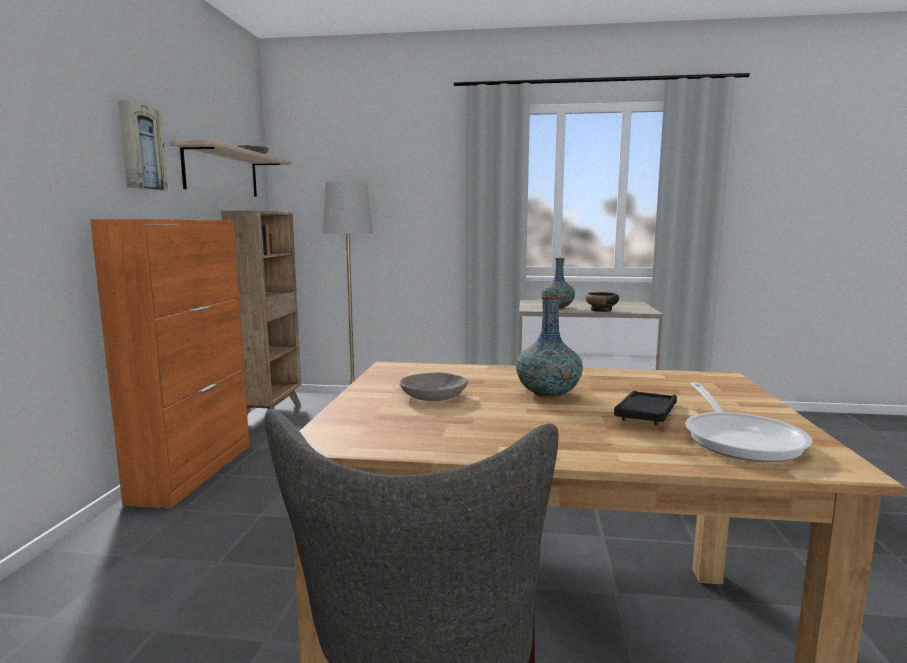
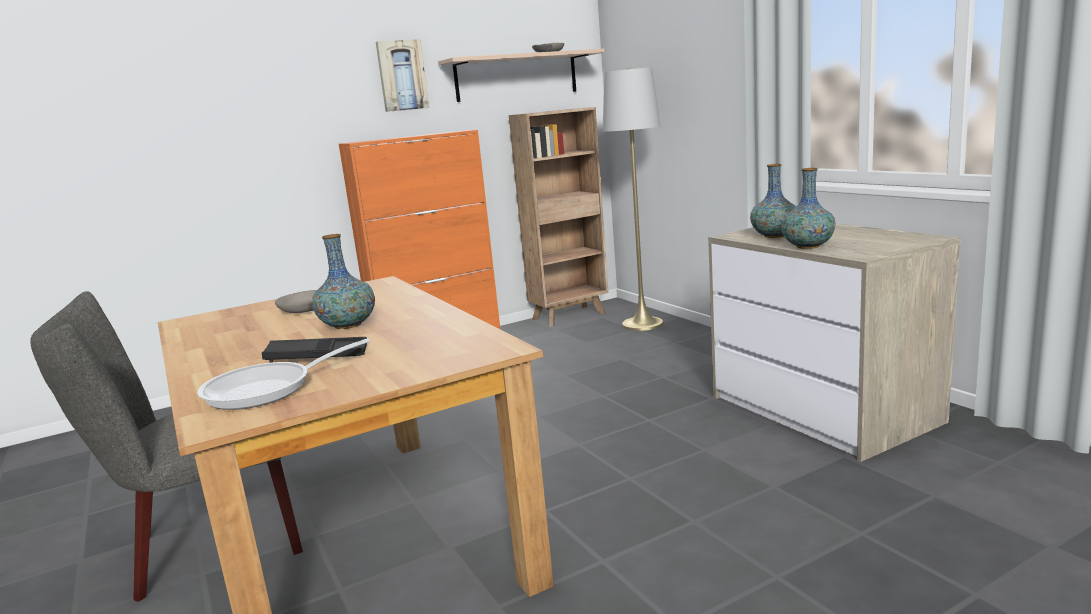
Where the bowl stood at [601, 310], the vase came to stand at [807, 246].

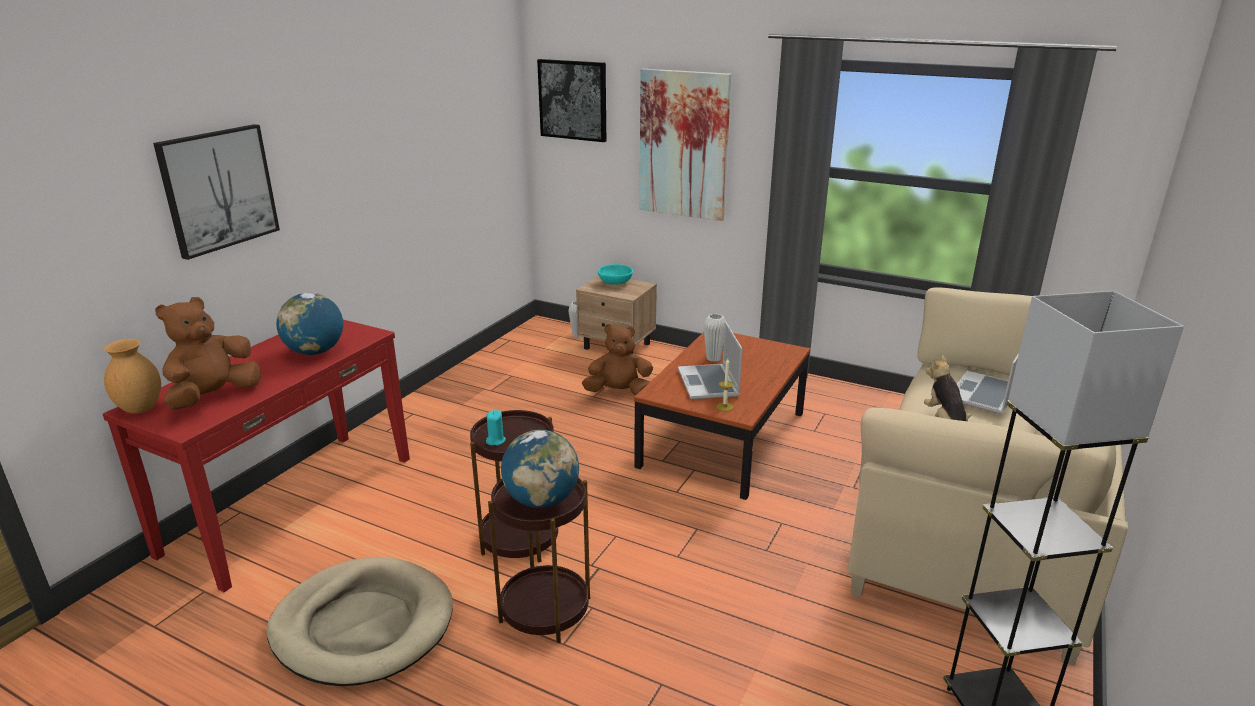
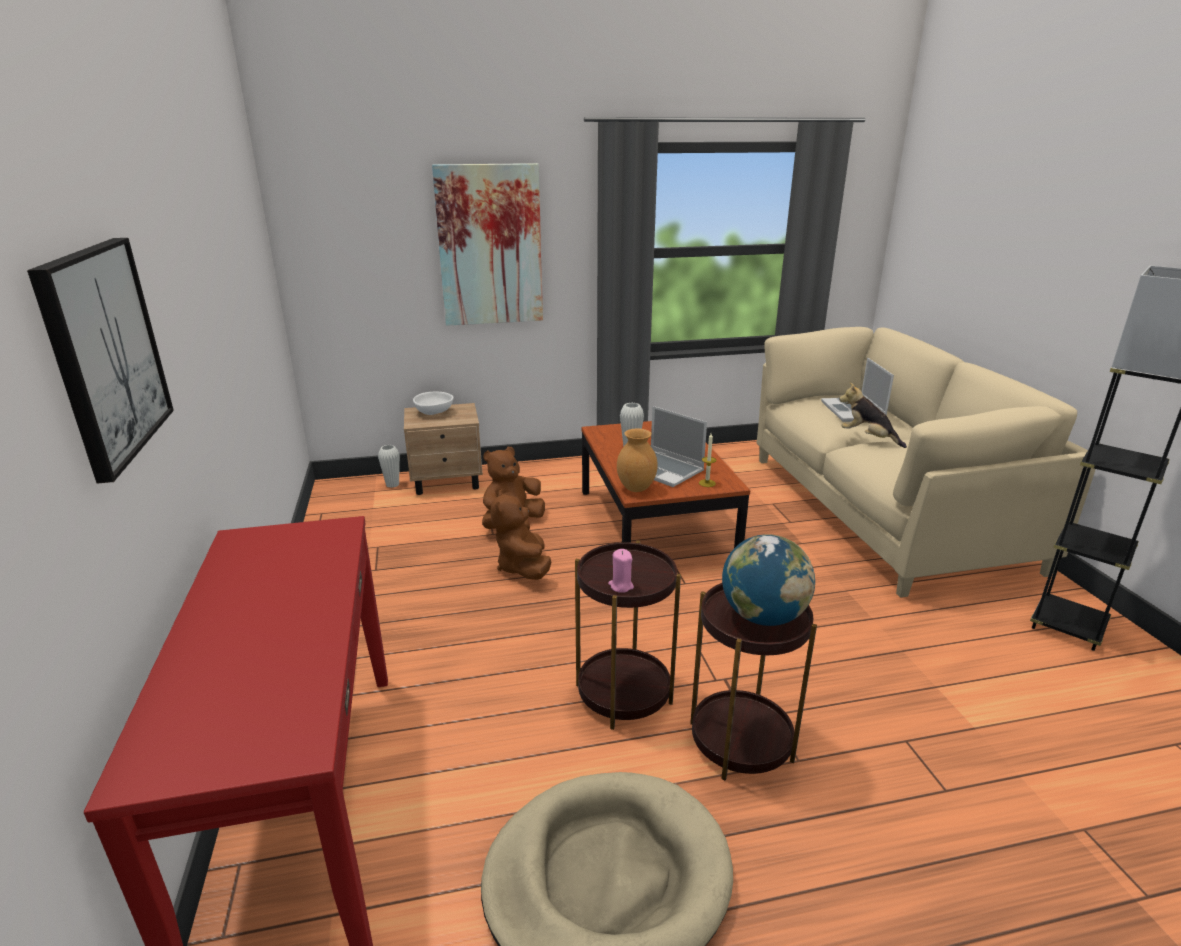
What was the bowl in turquoise at [615, 283] turned into the bowl in white at [434, 412].
The plush toy in brown ended up elsewhere, having gone from [214, 397] to [523, 567].
What was the candle in turquoise at [495, 440] turned into the candle in pink at [621, 586].
The vase in brown ended up elsewhere, having gone from [141, 408] to [635, 488].
The second view lost the globe at [315, 352].
The second view lost the picture at [573, 100].

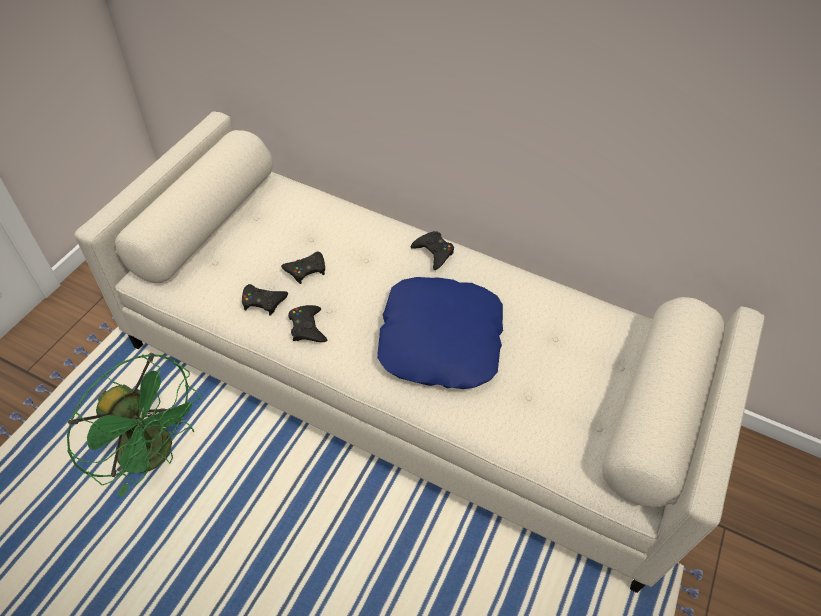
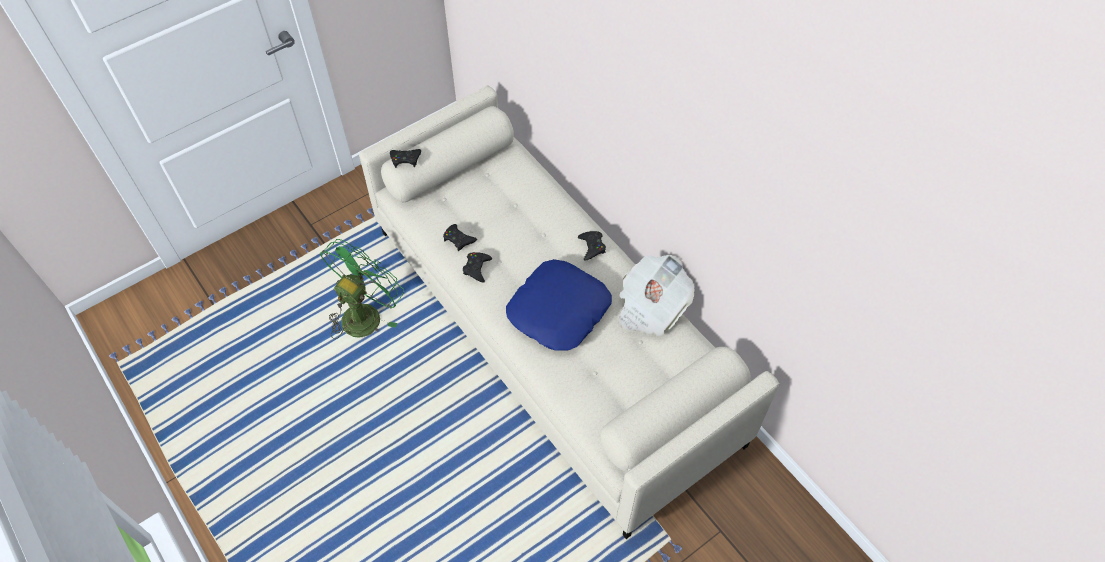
The fan in green at [155, 454] ended up facing another way, 120 degrees counterclockwise from before.
The game controller in black ended up elsewhere, having gone from [306, 270] to [405, 159].
The second view gained the newspaper at [650, 307].

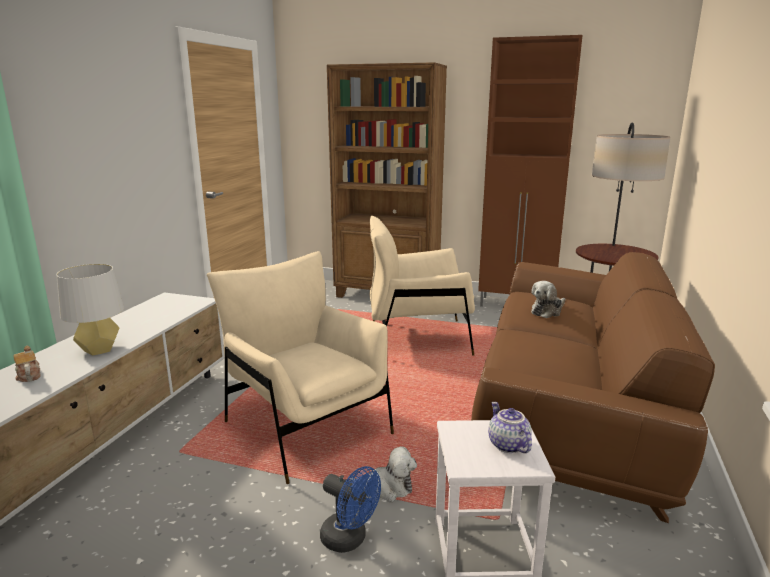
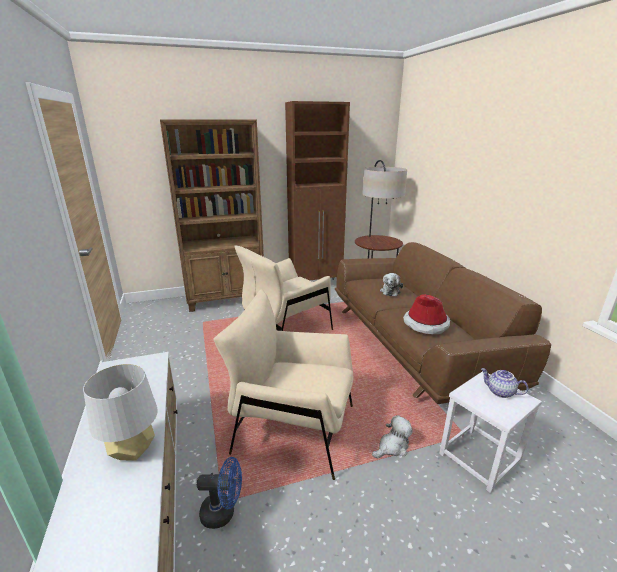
The fan in blue ended up elsewhere, having gone from [349, 539] to [223, 512].
The second view gained the hat at [426, 324].
The second view lost the teapot at [29, 376].

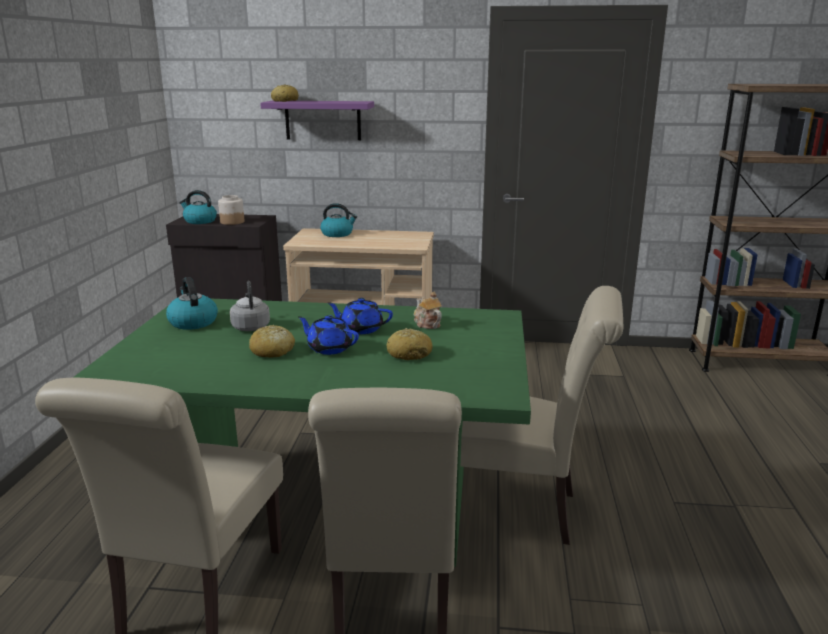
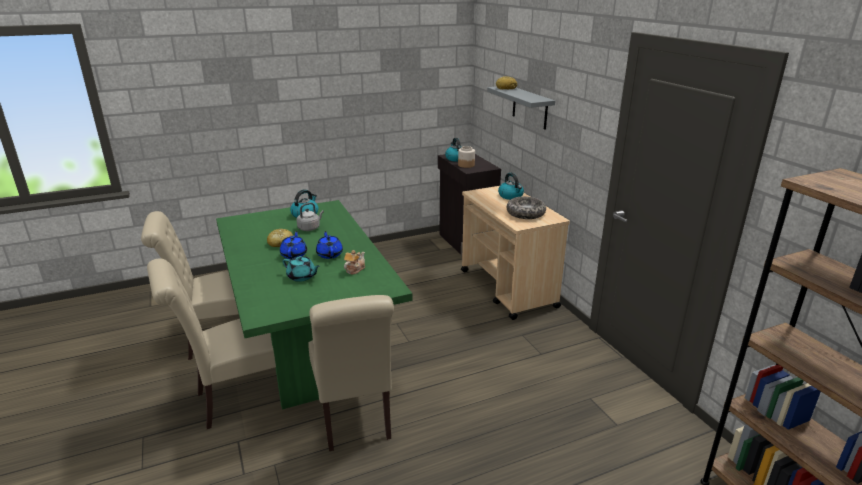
Where the bread stood at [409, 354], the teapot in turquoise came to stand at [302, 277].
What was the shelf in purple at [323, 120] turned into the shelf in grey at [530, 107].
The second view gained the bowl at [525, 213].

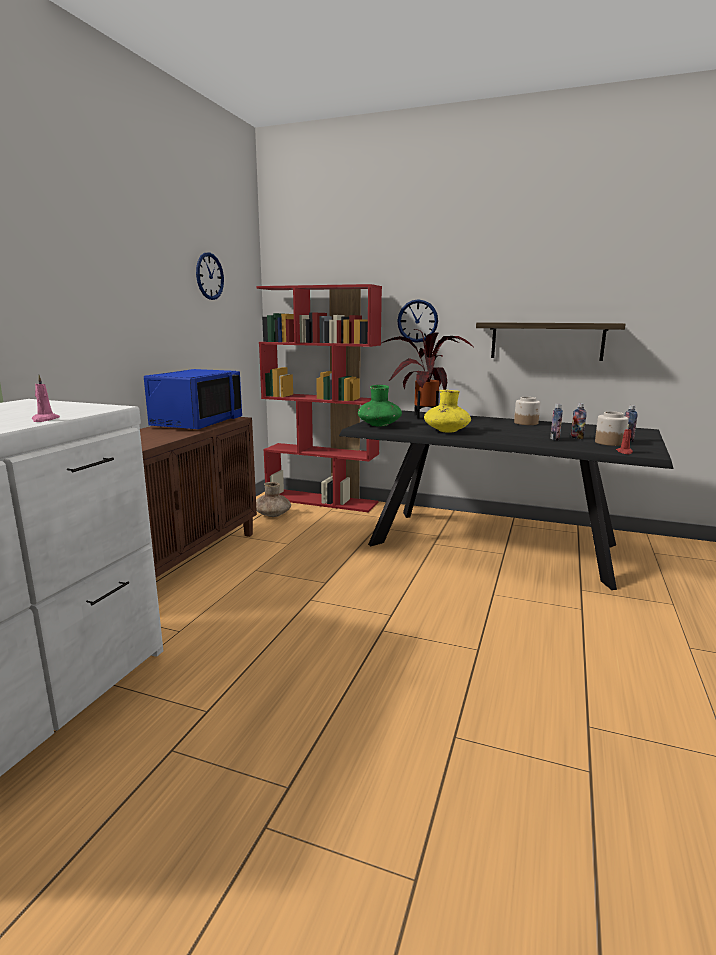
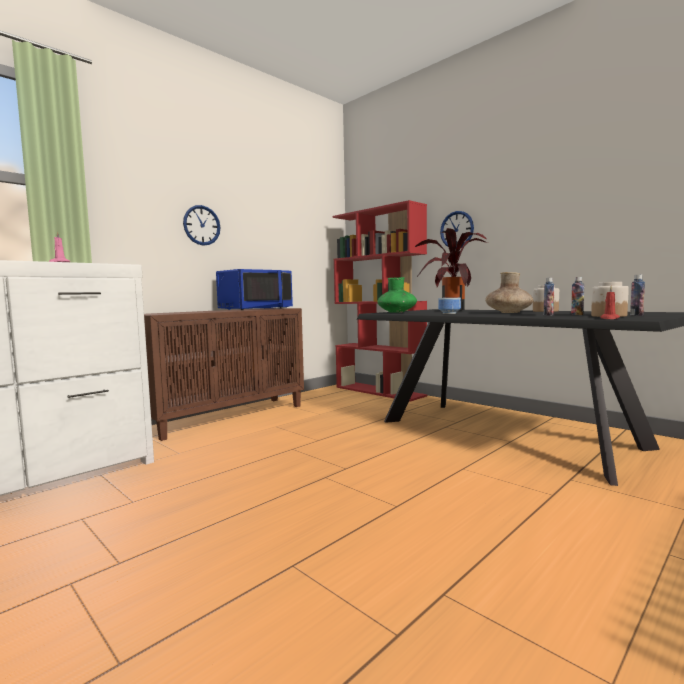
The wall clock ended up elsewhere, having gone from [209, 276] to [202, 225].
Where the vase in yellow stood at [446, 431], the bowl came to stand at [448, 313].
The vase in brown ended up elsewhere, having gone from [272, 514] to [508, 312].
The second view lost the shelf at [546, 341].

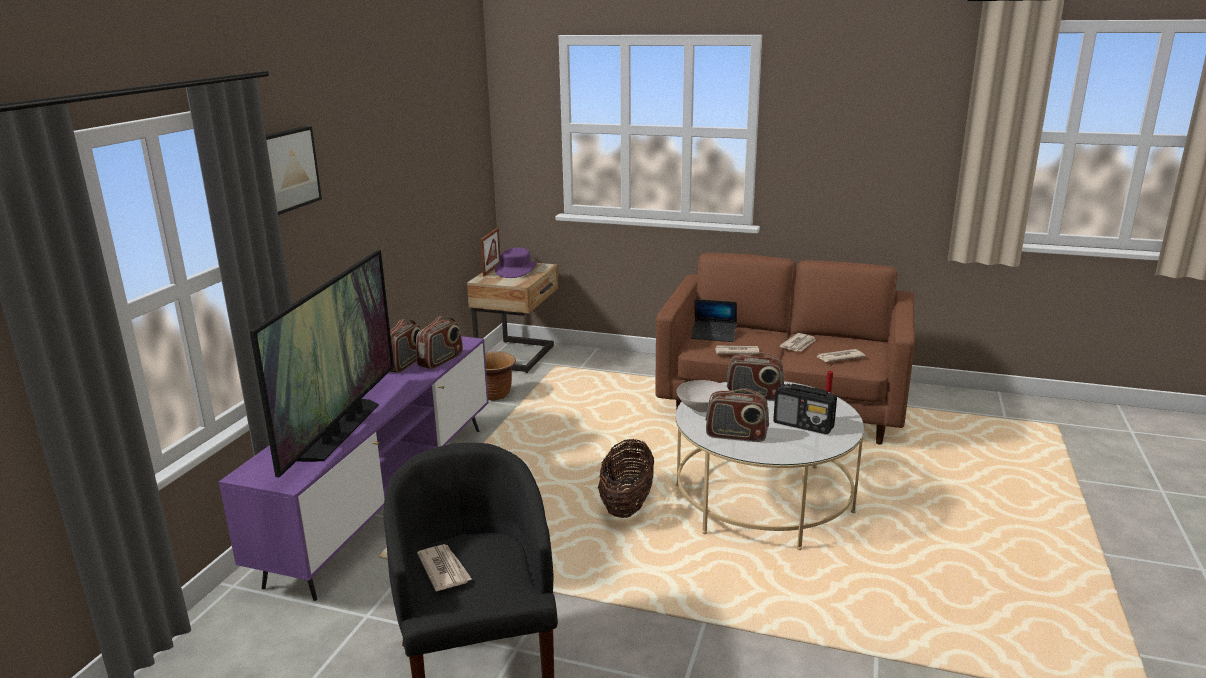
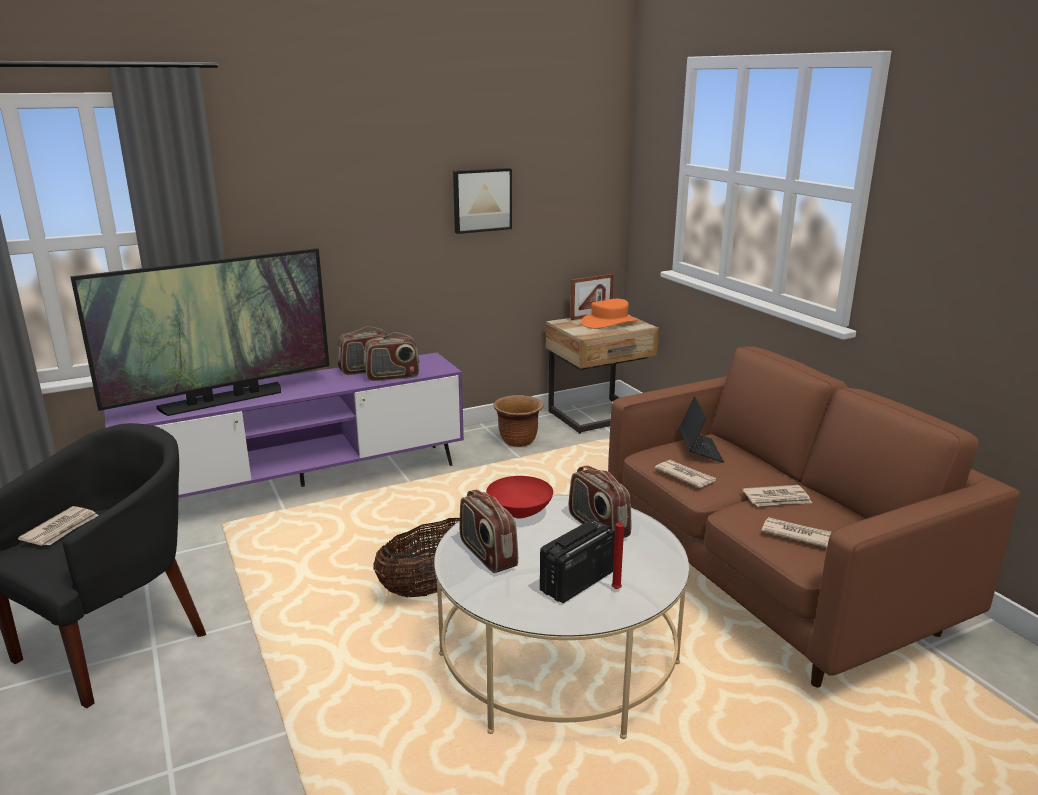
The picture ended up elsewhere, having gone from [286, 169] to [481, 200].
What was the bowl in white at [702, 408] turned into the bowl in red at [520, 513].
The radio at [804, 425] ended up facing another way, 60 degrees clockwise from before.
What was the hat in purple at [516, 270] turned into the hat in orange at [609, 322].
The laptop at [714, 335] ended up facing another way, 150 degrees counterclockwise from before.

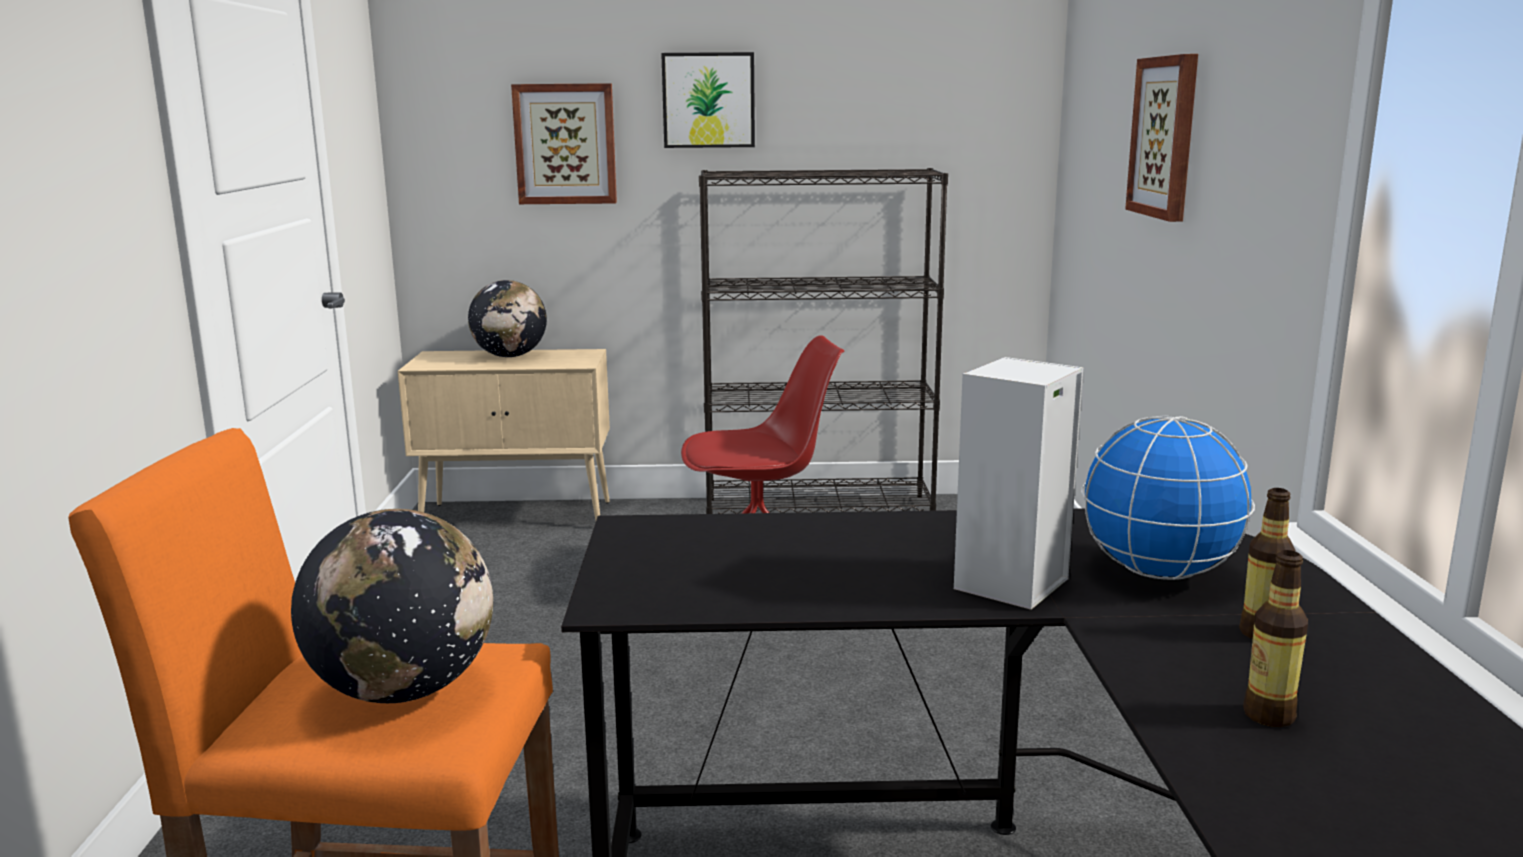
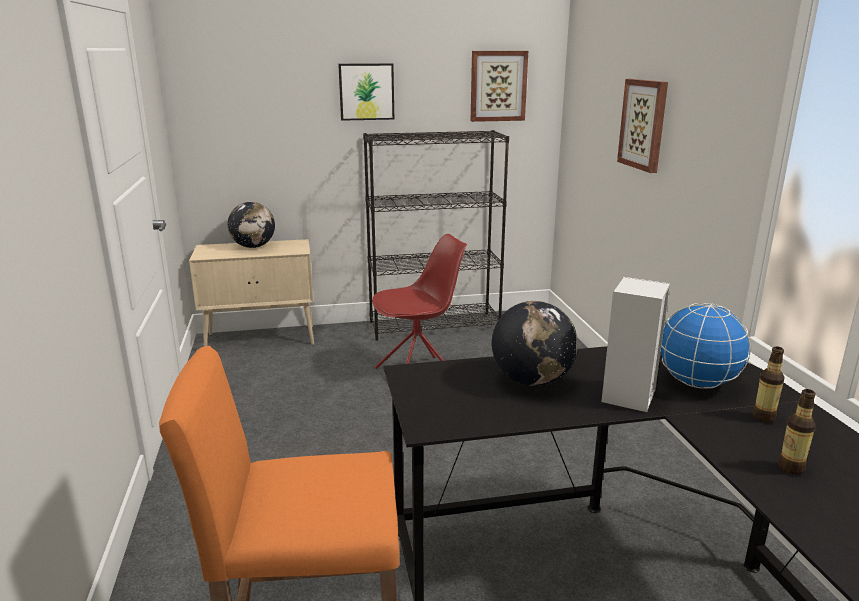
The picture ended up elsewhere, having gone from [565, 144] to [498, 86].
The globe ended up elsewhere, having gone from [404, 690] to [532, 381].

